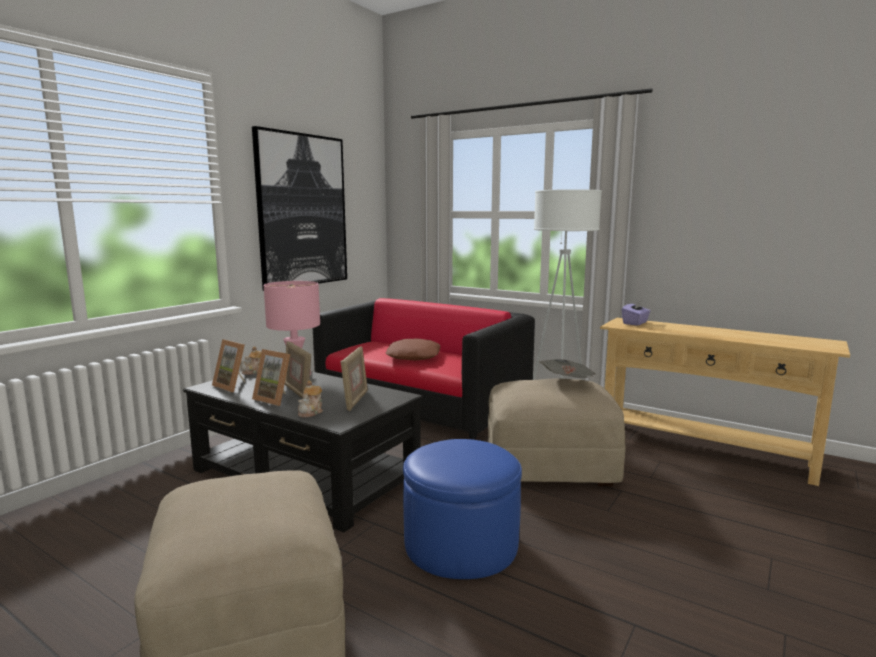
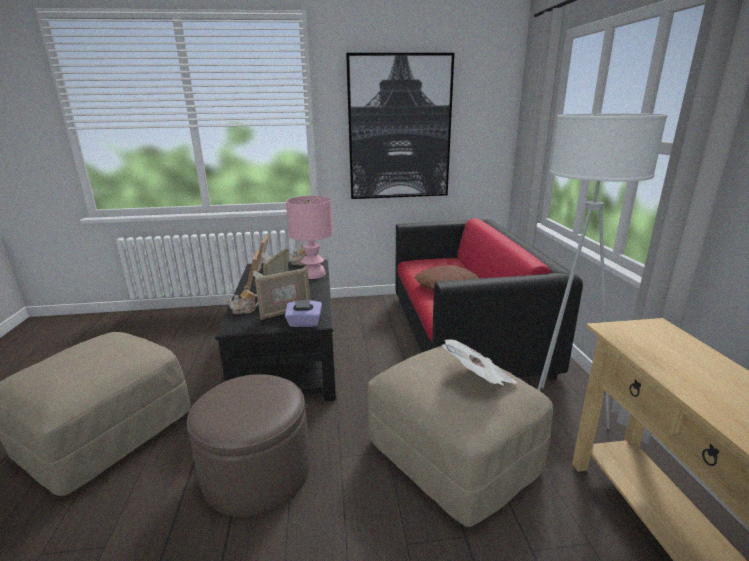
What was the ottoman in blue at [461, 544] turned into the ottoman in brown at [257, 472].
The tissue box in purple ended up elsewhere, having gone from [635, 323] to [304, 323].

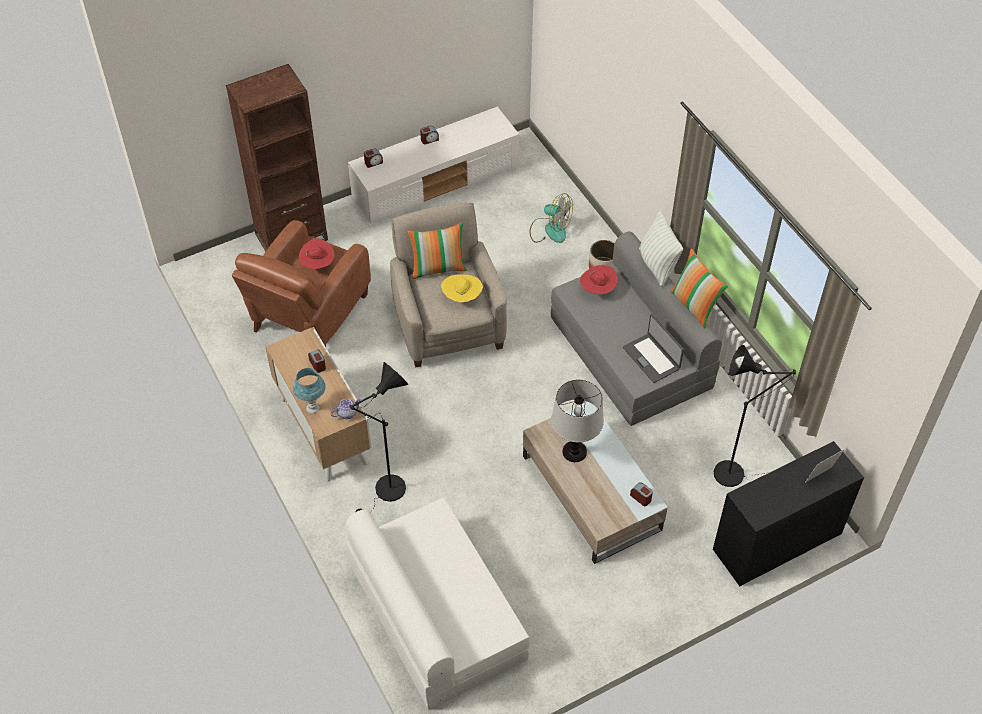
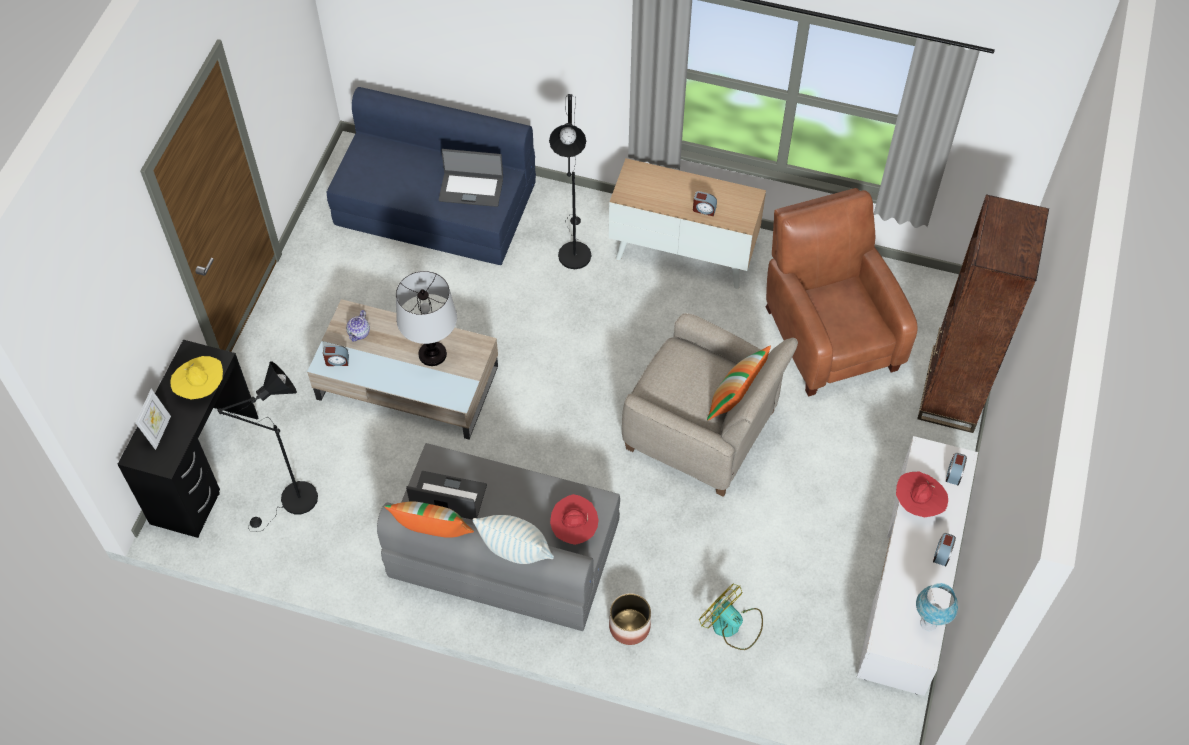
The hat in yellow ended up elsewhere, having gone from [462, 297] to [201, 388].
What was the sofa in white at [436, 613] turned into the sofa in blue at [435, 202].
The teapot ended up elsewhere, having gone from [347, 413] to [359, 333].
The second view gained the laptop at [471, 189].
The fan at [550, 230] ended up facing another way, 60 degrees clockwise from before.
The hat in red ended up elsewhere, having gone from [318, 265] to [918, 504].
The table lamp in blue ended up elsewhere, having gone from [312, 408] to [928, 624].

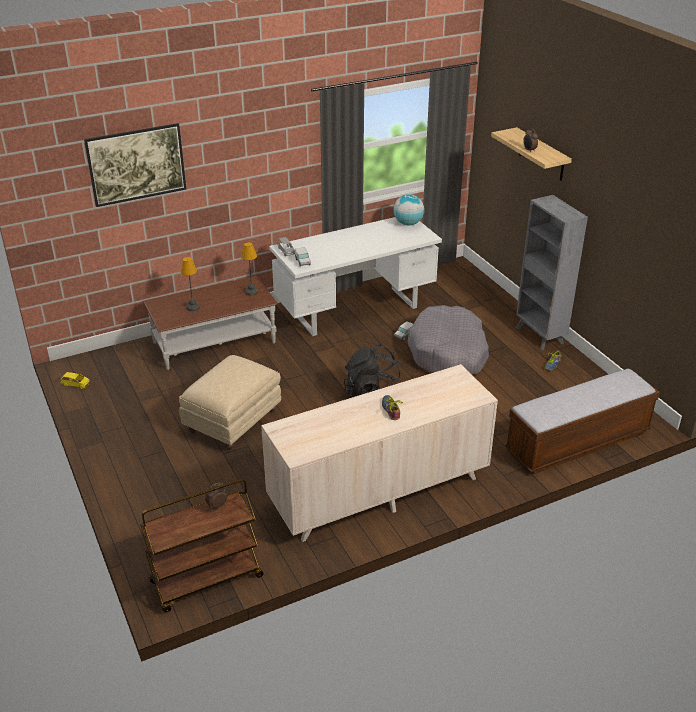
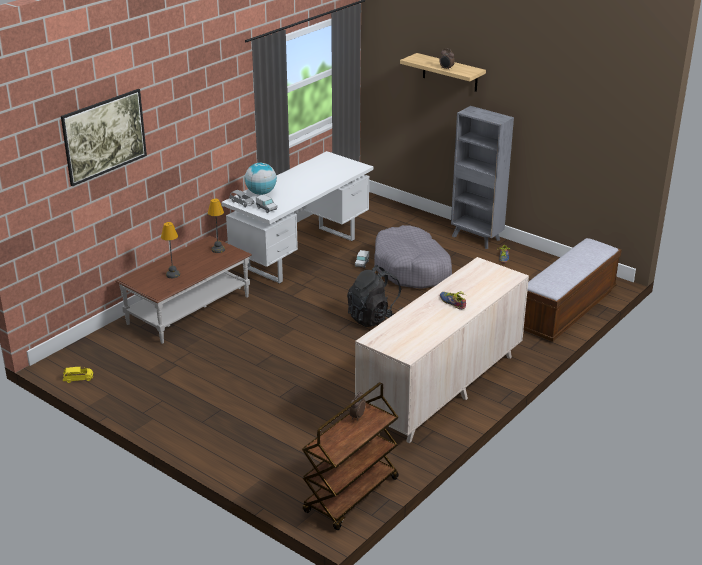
The globe ended up elsewhere, having gone from [408, 223] to [261, 193].
The second view lost the ottoman in beige at [233, 421].

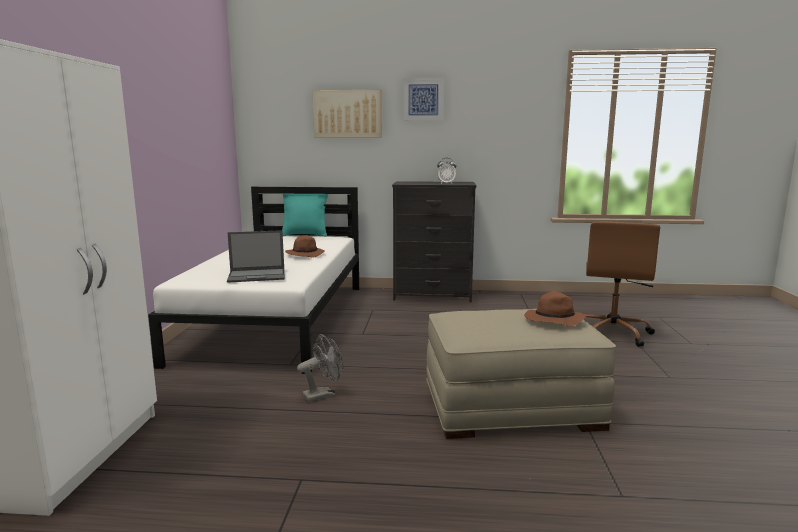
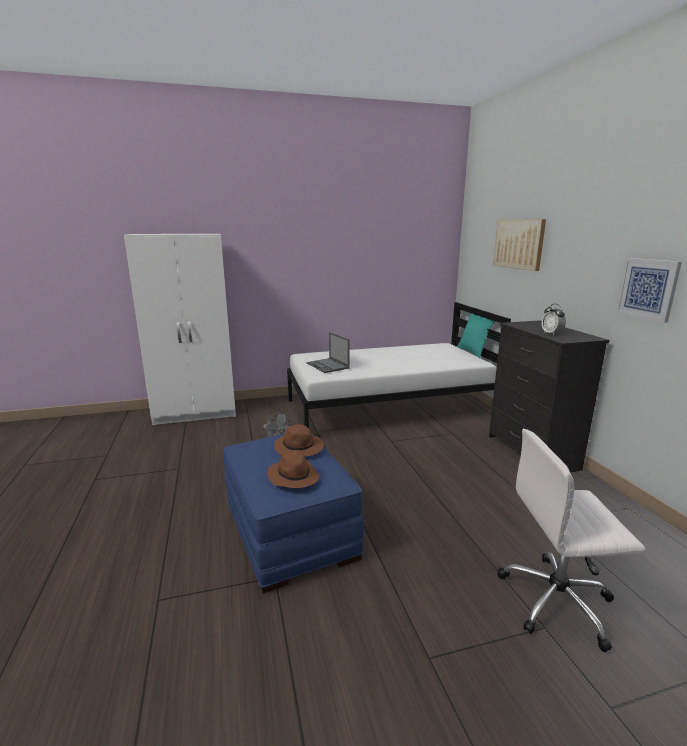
What was the ottoman in beige at [511, 406] turned into the ottoman in blue at [290, 531].
The hat in brown ended up elsewhere, having gone from [305, 254] to [299, 448].
What was the office chair in brown at [612, 333] turned into the office chair in white at [558, 601].
The picture ended up elsewhere, having gone from [423, 99] to [647, 288].

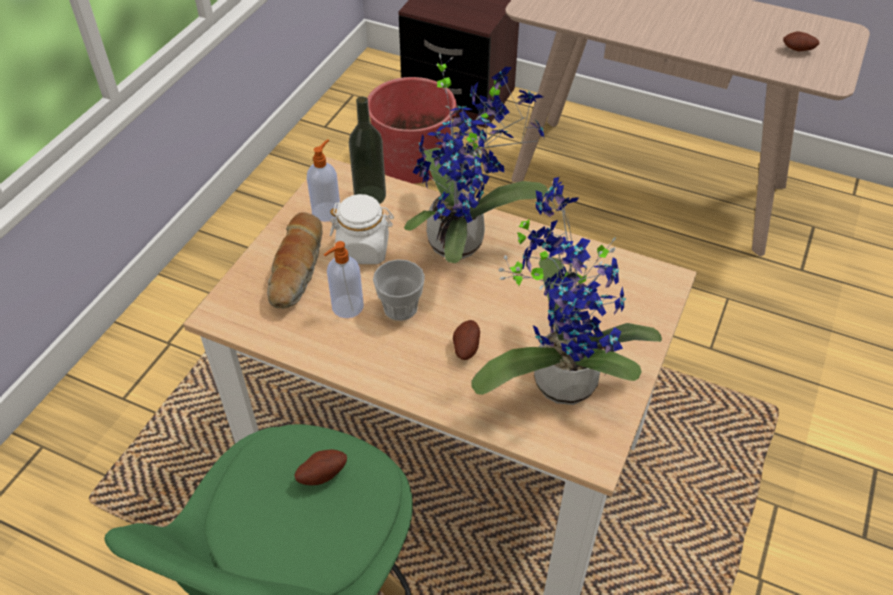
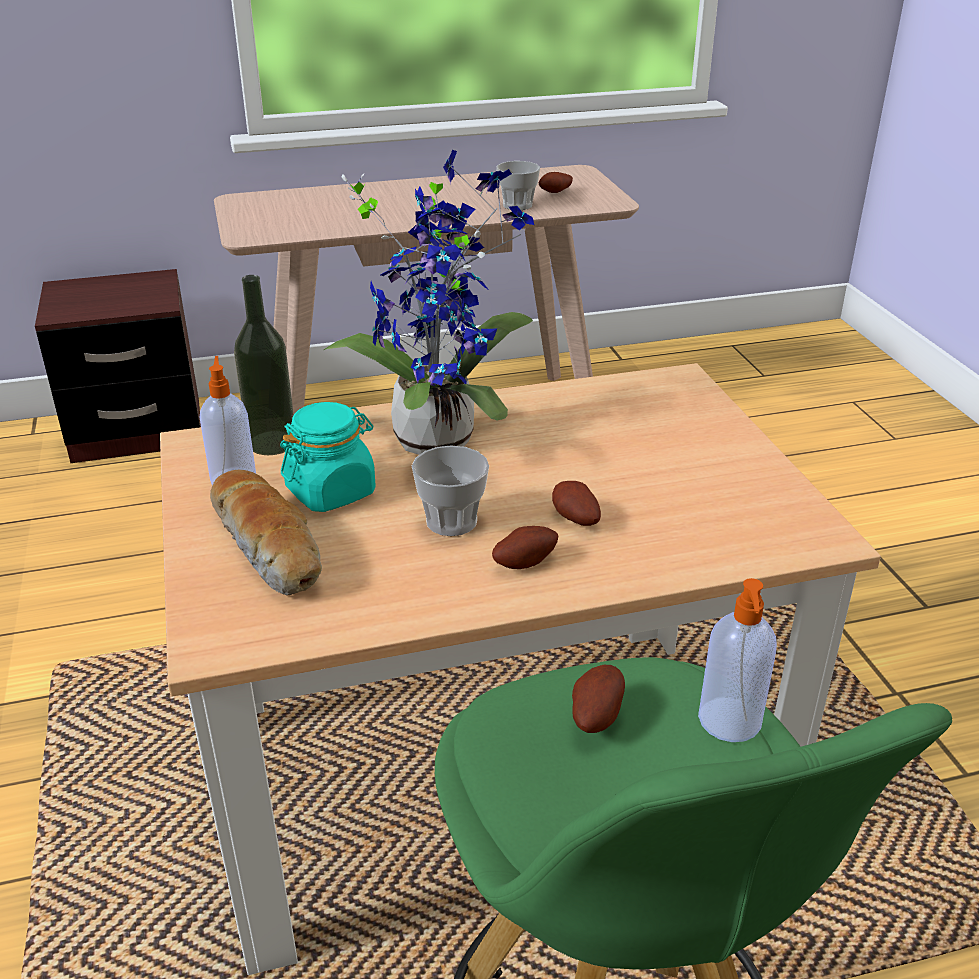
What was the jar in white at [363, 249] turned into the jar in turquoise at [331, 491].
The second view gained the potato at [524, 562].
The second view gained the cup at [517, 205].
The soap dispenser ended up elsewhere, having gone from [346, 307] to [729, 722].
The second view lost the bucket in red at [413, 161].
The second view lost the potted plant at [559, 376].

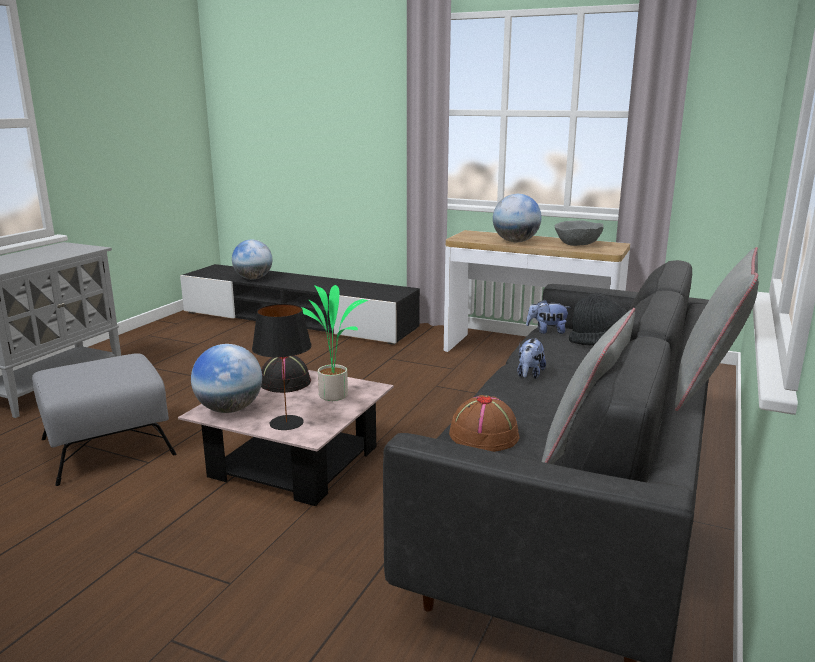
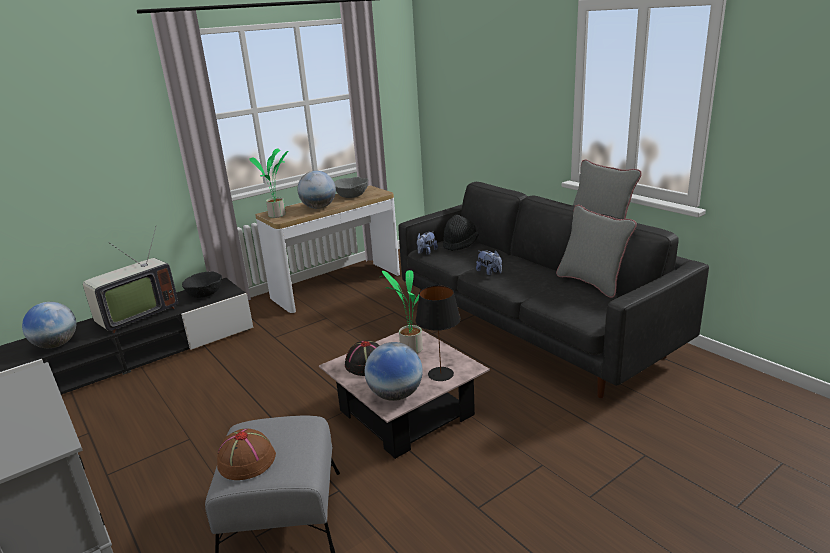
The second view gained the television at [135, 316].
The second view gained the bowl in black at [204, 294].
The hat in brown ended up elsewhere, having gone from [484, 435] to [246, 460].
The second view gained the potted plant at [278, 215].

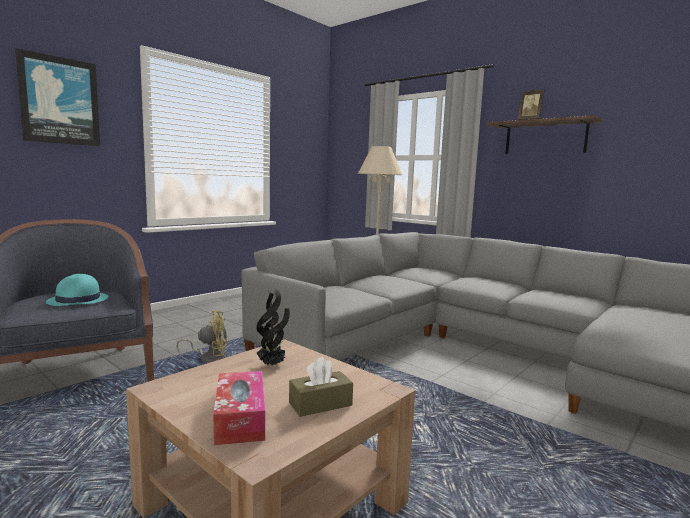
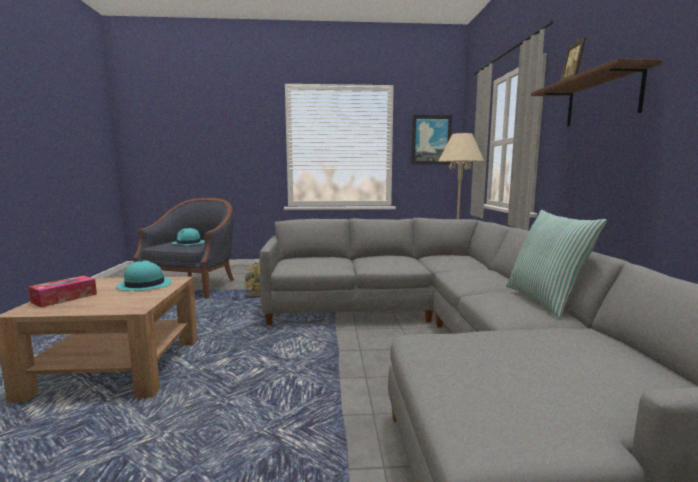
Where the potted plant stood at [273, 365], the hat in turquoise came to stand at [144, 285].
The picture ended up elsewhere, having gone from [59, 101] to [431, 140].
The second view gained the pillow at [545, 300].
The second view lost the tissue box in brown at [320, 404].

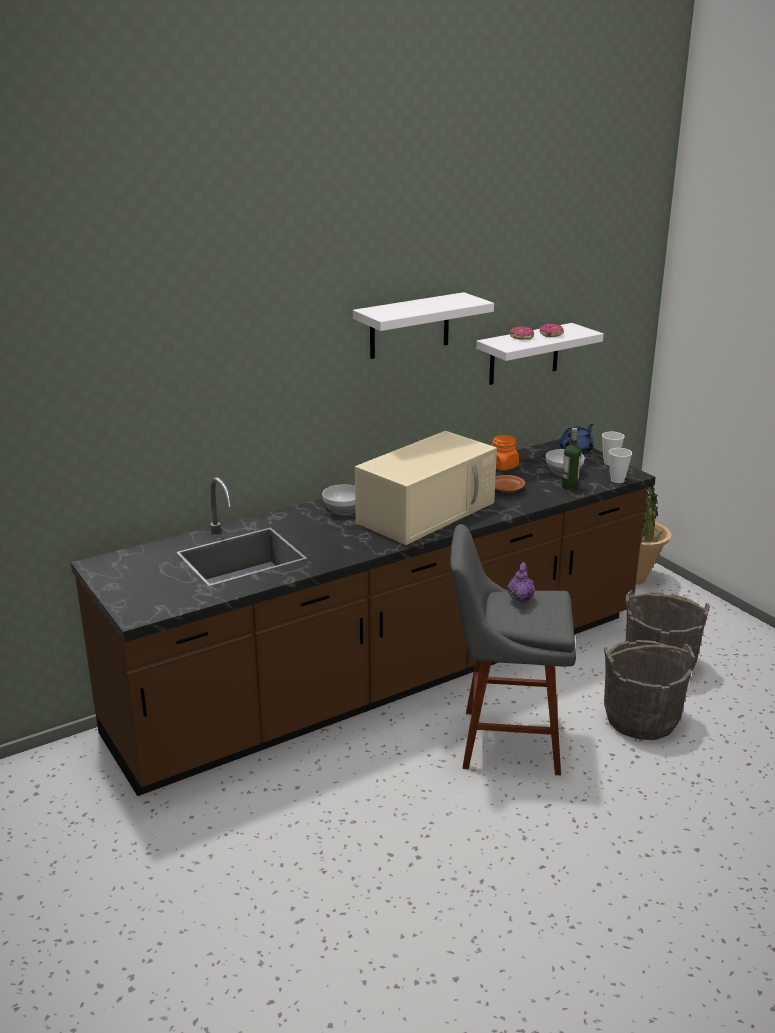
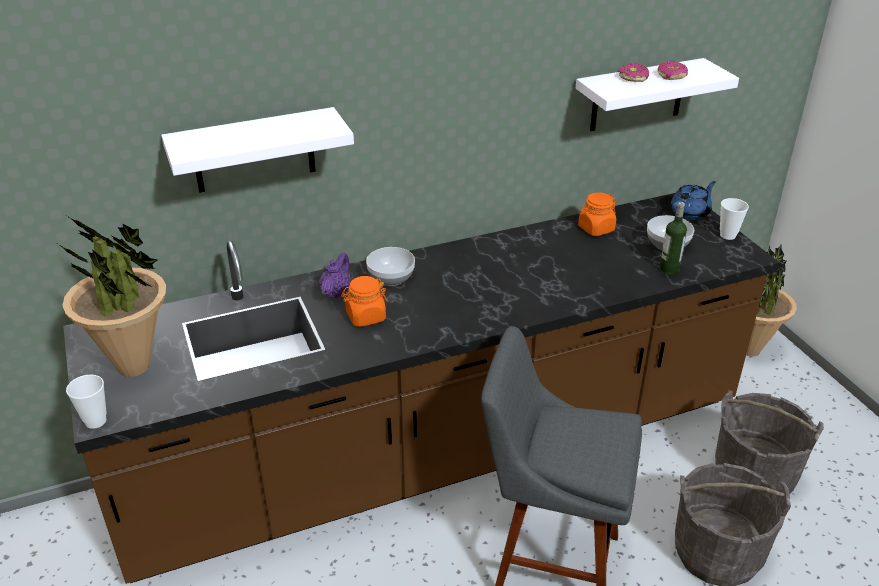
The second view gained the potted plant at [134, 367].
The cup ended up elsewhere, having gone from [617, 480] to [95, 421].
The shelf in white ended up elsewhere, having gone from [409, 326] to [254, 151].
The teapot in purple ended up elsewhere, having gone from [520, 598] to [336, 292].
The second view gained the jar in orange at [365, 317].
The second view lost the microwave in beige at [427, 511].
The second view lost the plate in brown at [506, 489].

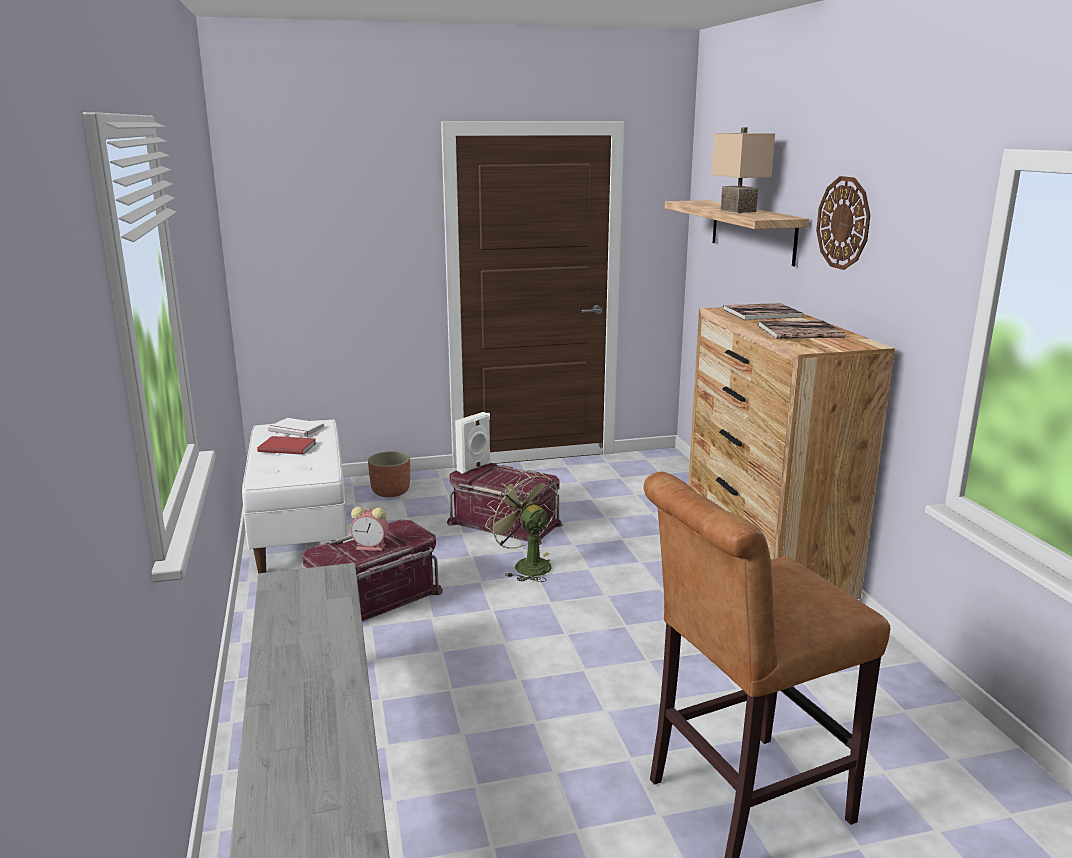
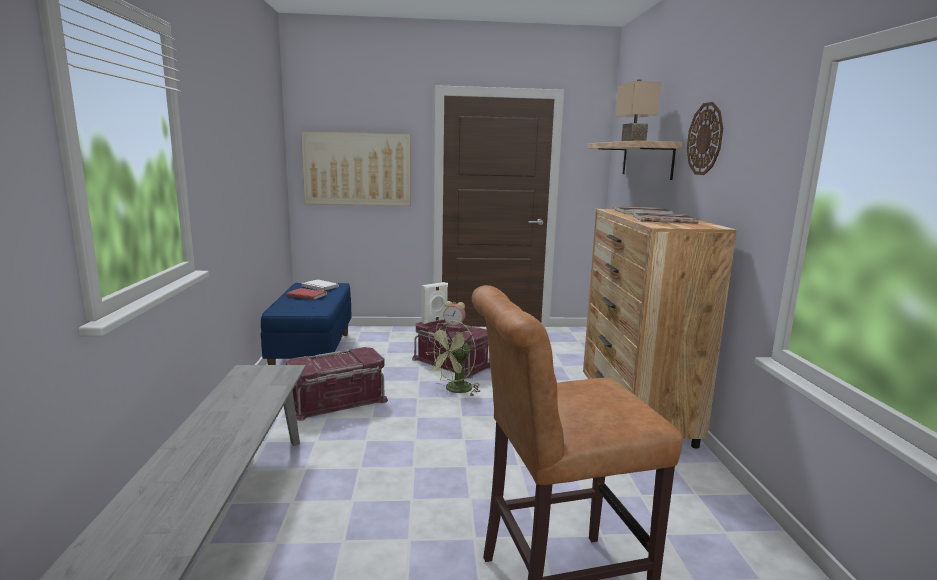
What was the bench in white at [300, 529] turned into the bench in blue at [312, 353].
The second view gained the picture at [357, 169].
The fan in green at [526, 565] ended up facing another way, 105 degrees counterclockwise from before.
The alarm clock ended up elsewhere, having gone from [372, 547] to [455, 326].
The second view lost the planter at [390, 492].

